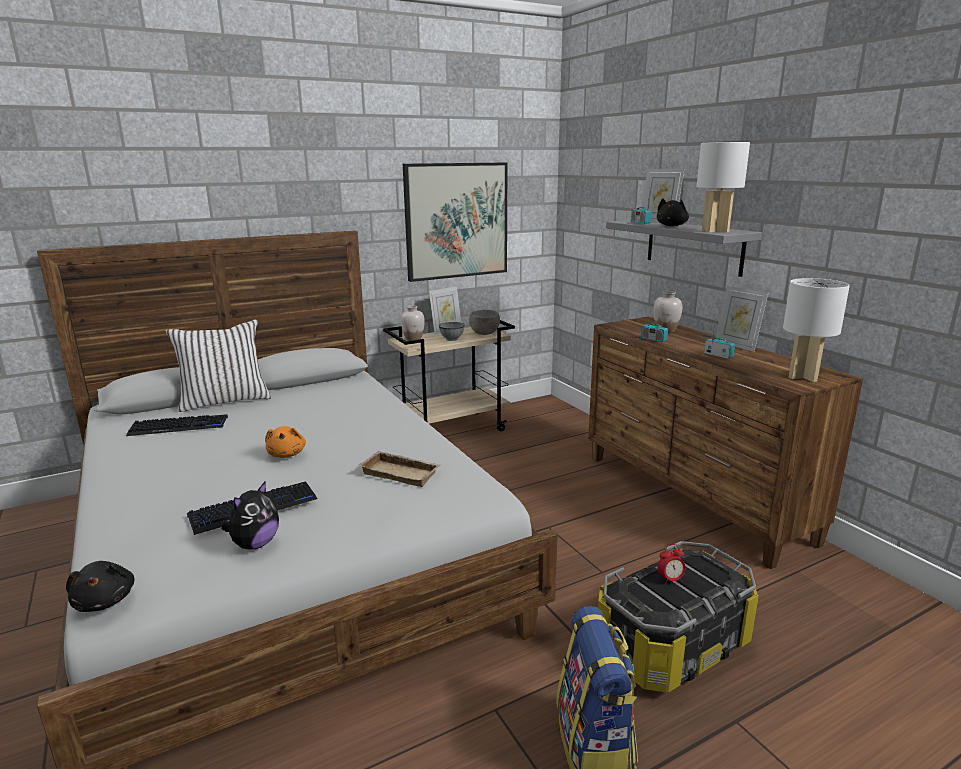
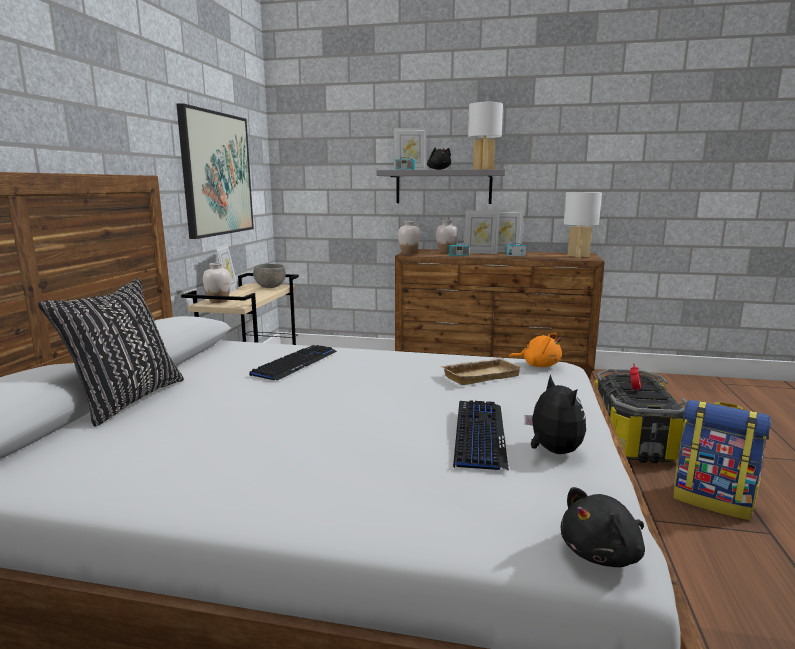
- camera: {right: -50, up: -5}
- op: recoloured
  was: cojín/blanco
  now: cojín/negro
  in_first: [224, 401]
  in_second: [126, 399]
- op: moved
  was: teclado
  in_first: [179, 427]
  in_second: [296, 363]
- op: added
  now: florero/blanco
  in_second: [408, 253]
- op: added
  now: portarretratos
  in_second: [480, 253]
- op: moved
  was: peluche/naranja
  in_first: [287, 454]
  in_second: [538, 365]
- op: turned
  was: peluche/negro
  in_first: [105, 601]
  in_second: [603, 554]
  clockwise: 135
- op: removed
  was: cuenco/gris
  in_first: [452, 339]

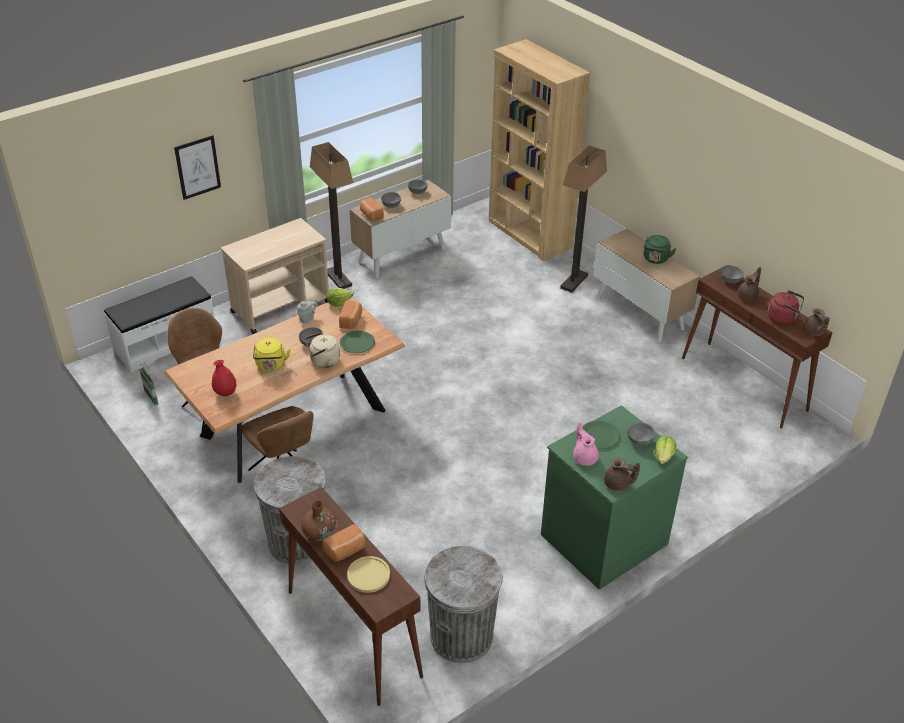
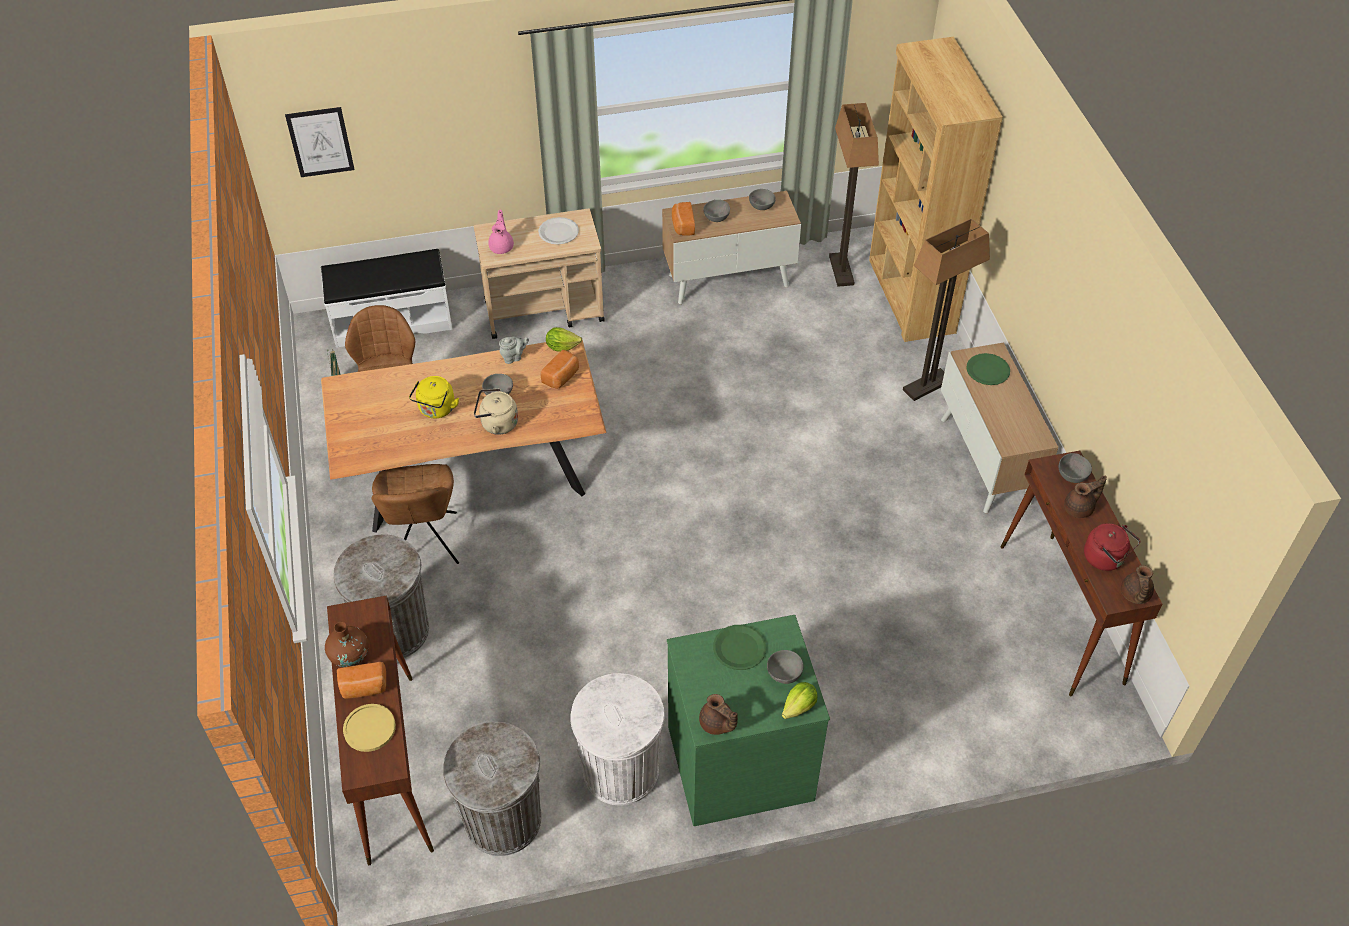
- camera: {right: 25, up: 10}
- op: moved
  was: cuadro
  in_first: [197, 167]
  in_second: [320, 142]
- op: moved
  was: tetera/rosa
  in_first: [584, 457]
  in_second: [502, 246]
- op: added
  now: plato/blanco
  in_second: [558, 232]
- op: added
  now: papelera/blanco
  in_second: [620, 770]
- op: moved
  was: lámpara de pie
  in_first: [338, 279]
  in_second: [841, 271]
- op: moved
  was: plato/verde
  in_first: [357, 343]
  in_second: [988, 370]
- op: removed
  was: florero/rojo
  in_first: [225, 392]
- op: removed
  was: hervidor/verde
  in_first: [655, 259]

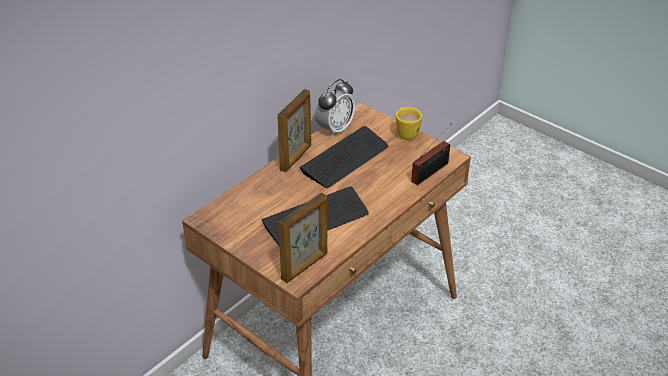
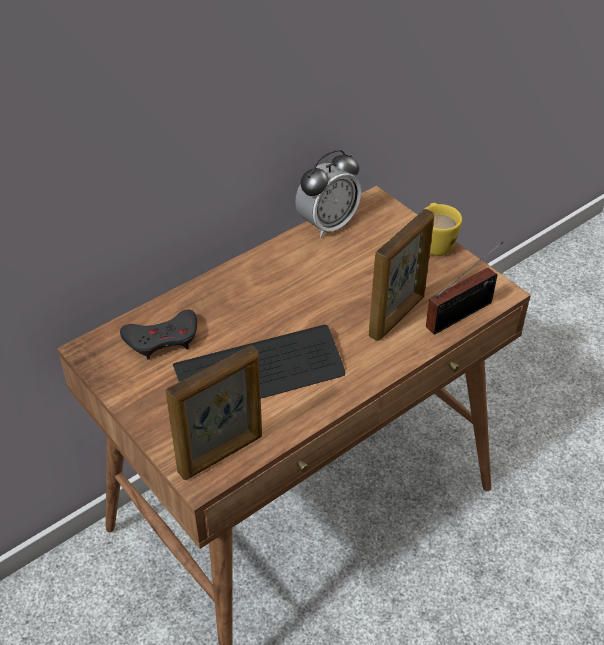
- camera: {right: 10, up: 5}
- op: added
  now: mando de consola/gris
  in_second: [162, 339]
- op: moved
  was: portarretratos
  in_first: [296, 157]
  in_second: [397, 316]
- op: removed
  was: teclado
  in_first: [345, 158]

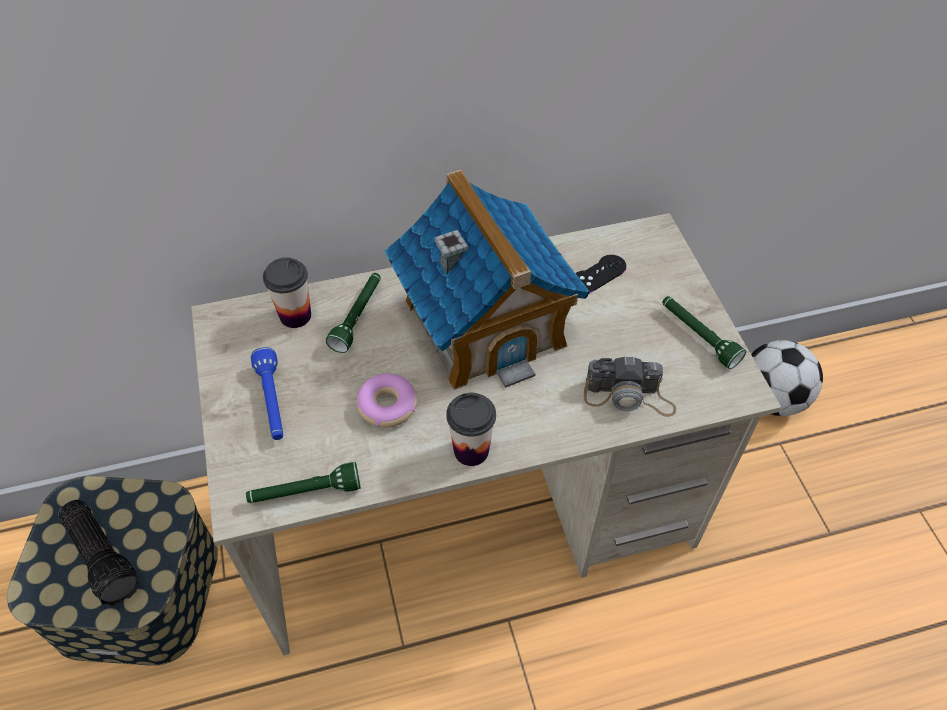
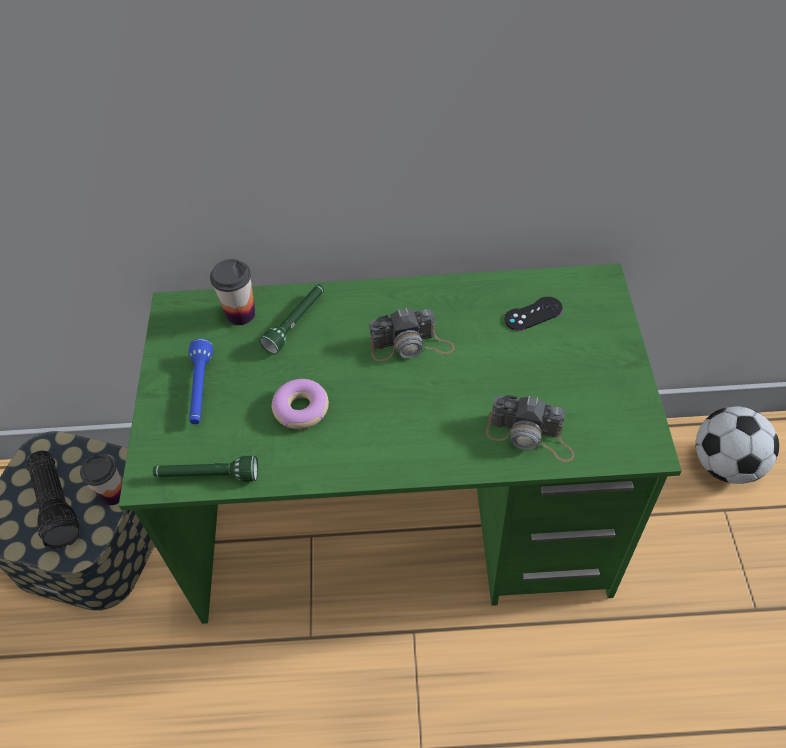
- camera: {right: 15, up: 0}
- op: moved
  was: taza
  in_first: [471, 450]
  in_second: [113, 494]
- op: recoloured
  was: escritorio/beis
  now: escritorio/verde
  in_first: [473, 513]
  in_second: [403, 526]
- op: replaced
  was: casita
  now: cámara
  in_first: [485, 323]
  in_second: [411, 345]
- op: removed
  was: linterna/verde
  in_first: [697, 336]

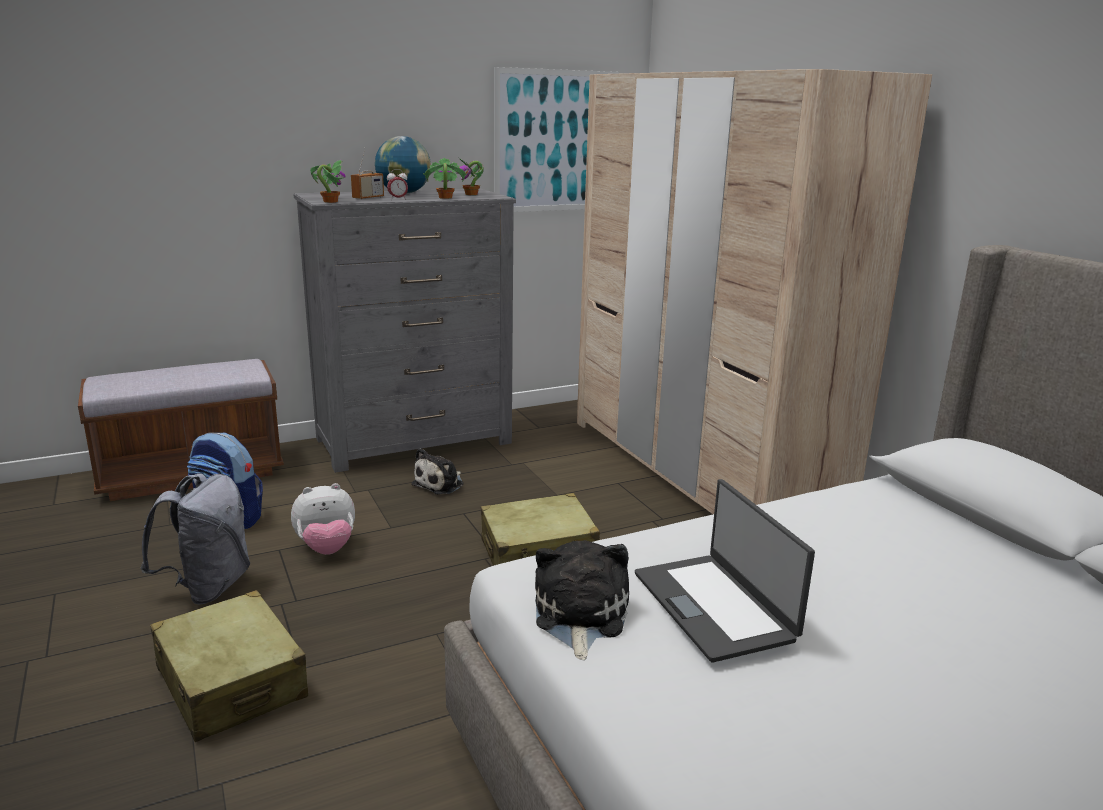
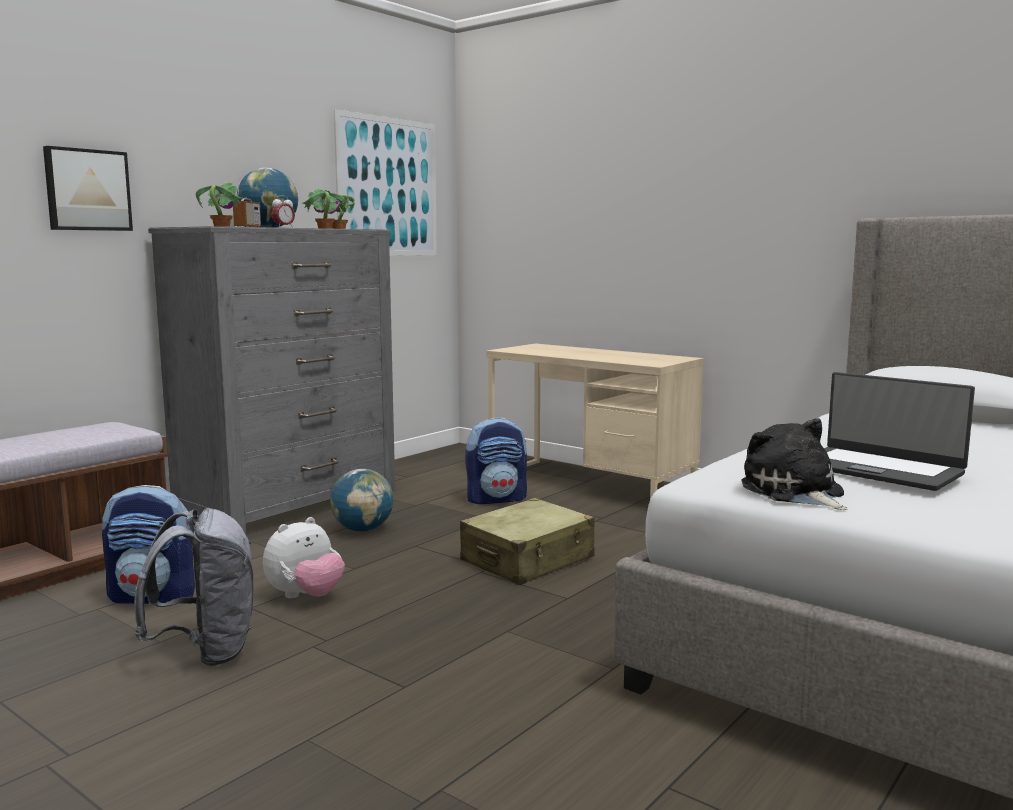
- camera: {right: -25, up: -10}
- op: added
  now: cuadro
  in_second: [87, 190]
- op: replaced
  was: peluche
  now: globo terráqueo
  in_first: [440, 484]
  in_second: [363, 530]
- op: added
  now: mochila
  in_second: [496, 499]
- op: replaced
  was: armario ropero/beis
  now: escritorio/beis
  in_first: [696, 471]
  in_second: [589, 484]
- op: removed
  was: maleta/beis
  in_first: [231, 683]

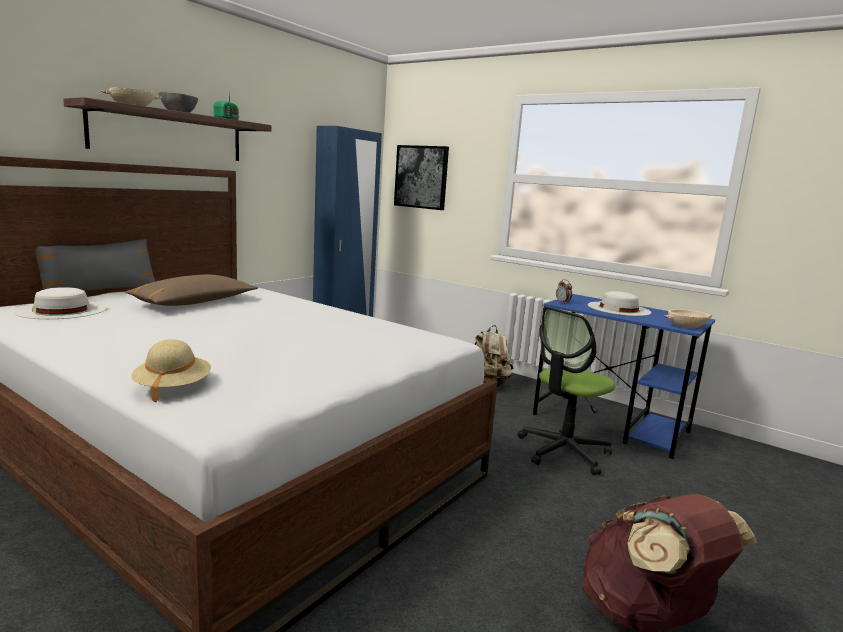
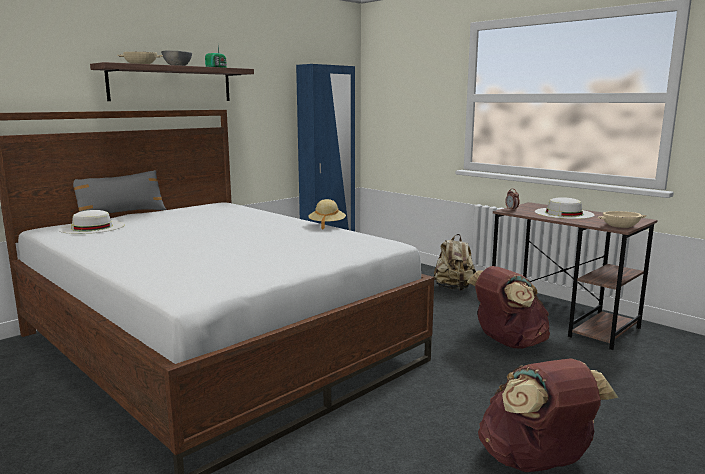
- camera: {right: 10, up: 0}
- op: moved
  was: sombrero/beis
  in_first: [172, 388]
  in_second: [327, 225]
- op: replaced
  was: silla de oficina
  now: mochila/marrón
  in_first: [563, 451]
  in_second: [507, 343]
- op: recoloured
  was: escritorio/azul
  now: escritorio/marrón
  in_first: [611, 423]
  in_second: [563, 320]
- op: removed
  was: cojín/marrón
  in_first: [194, 303]
- op: removed
  was: cuadro
  in_first: [421, 177]

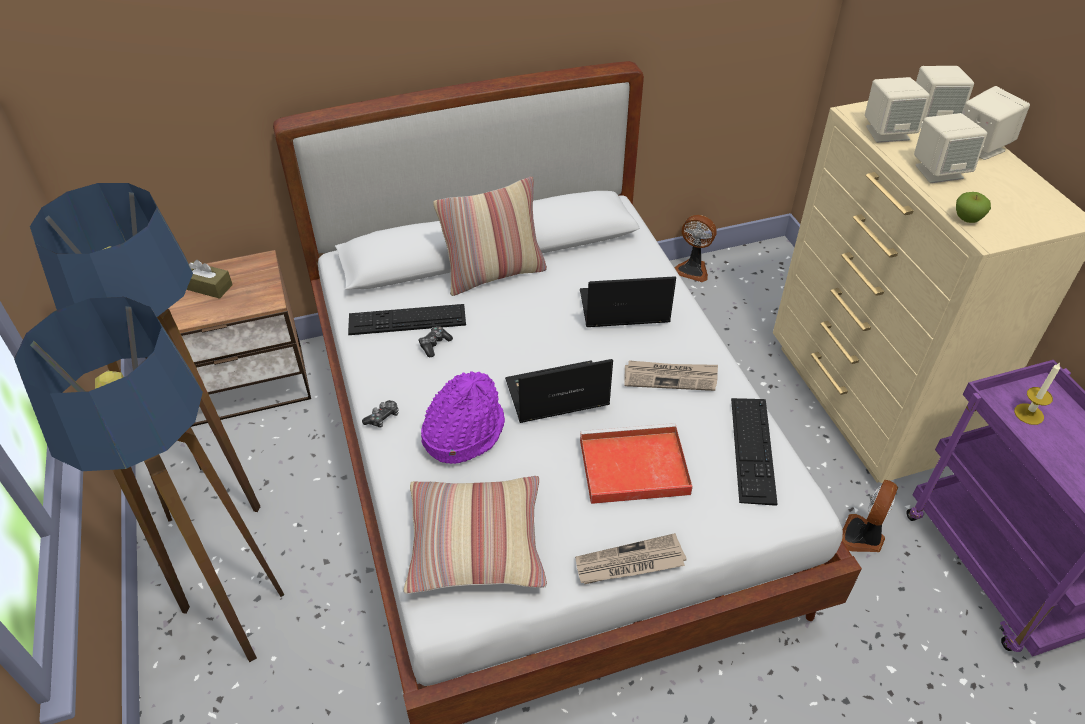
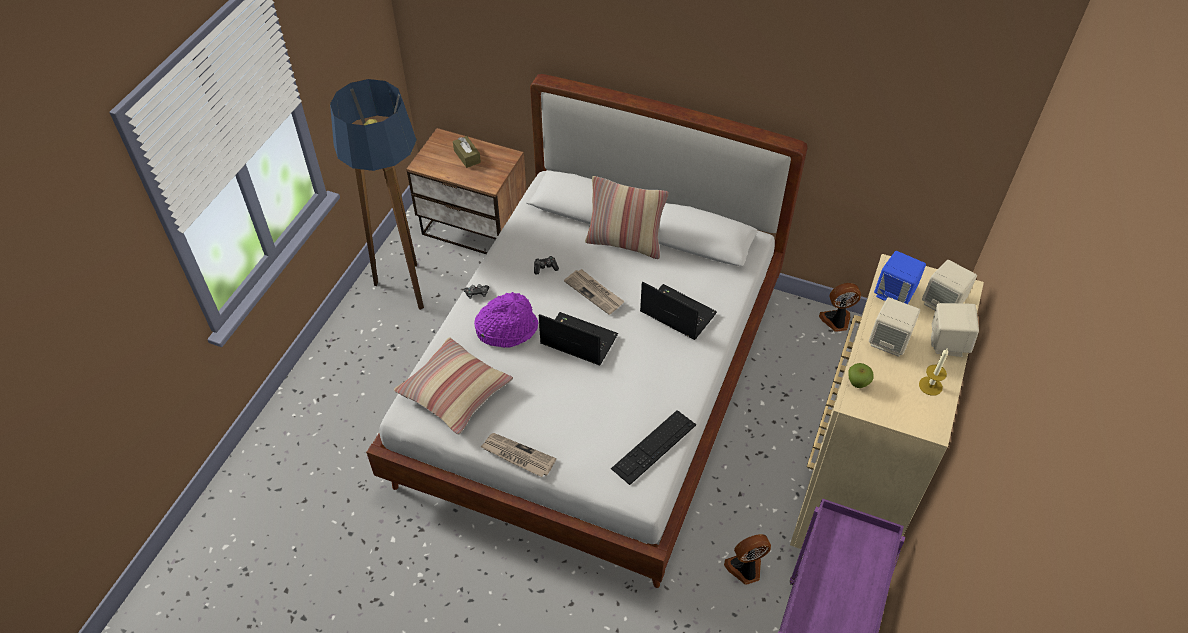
- camera: {right: 40, up: 5}
- op: moved
  was: periódico
  in_first: [670, 377]
  in_second: [594, 292]
- op: turned
  was: ventilador
  in_first: [692, 269]
  in_second: [836, 321]
  clockwise: 105
- op: recoloured
  was: altavoz/beis
  now: altavoz/azul
  in_first: [887, 132]
  in_second: [895, 294]
- op: moved
  was: vela
  in_first: [1029, 414]
  in_second: [930, 386]
- op: removed
  was: lámpara de pie
  in_first: [229, 618]
- op: removed
  was: teclado
  in_first: [407, 319]
- op: removed
  was: bandeja/rojo
  in_first: [631, 467]

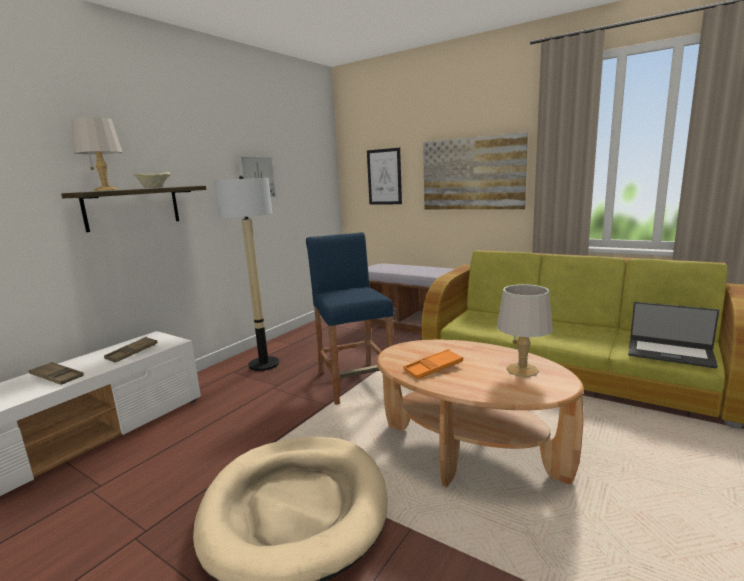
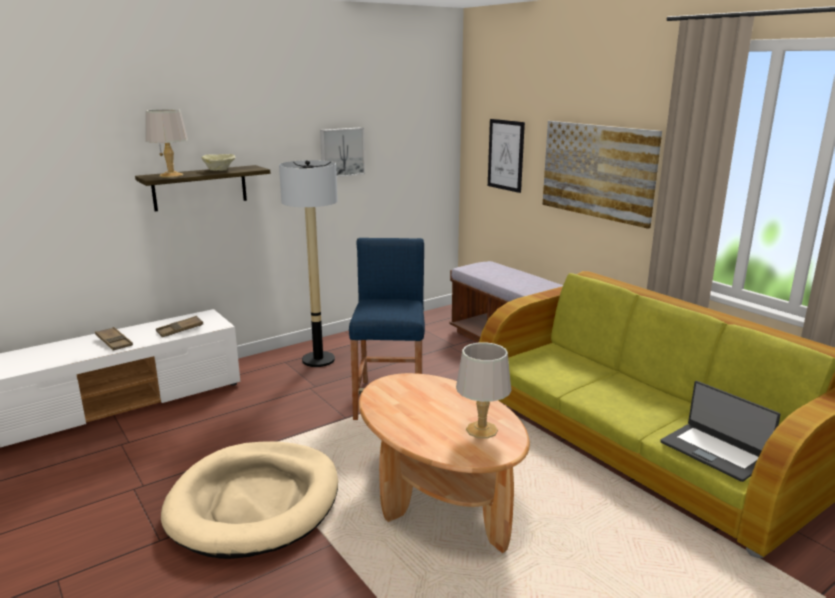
- camera: {right: 20, up: 5}
- op: removed
  was: bandeja/naranja
  in_first: [433, 368]

